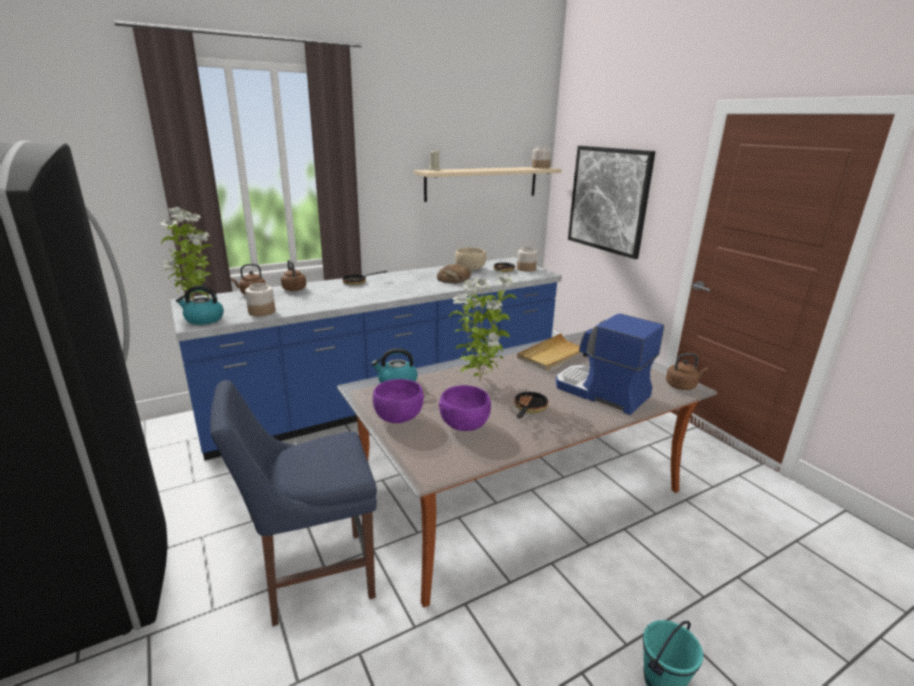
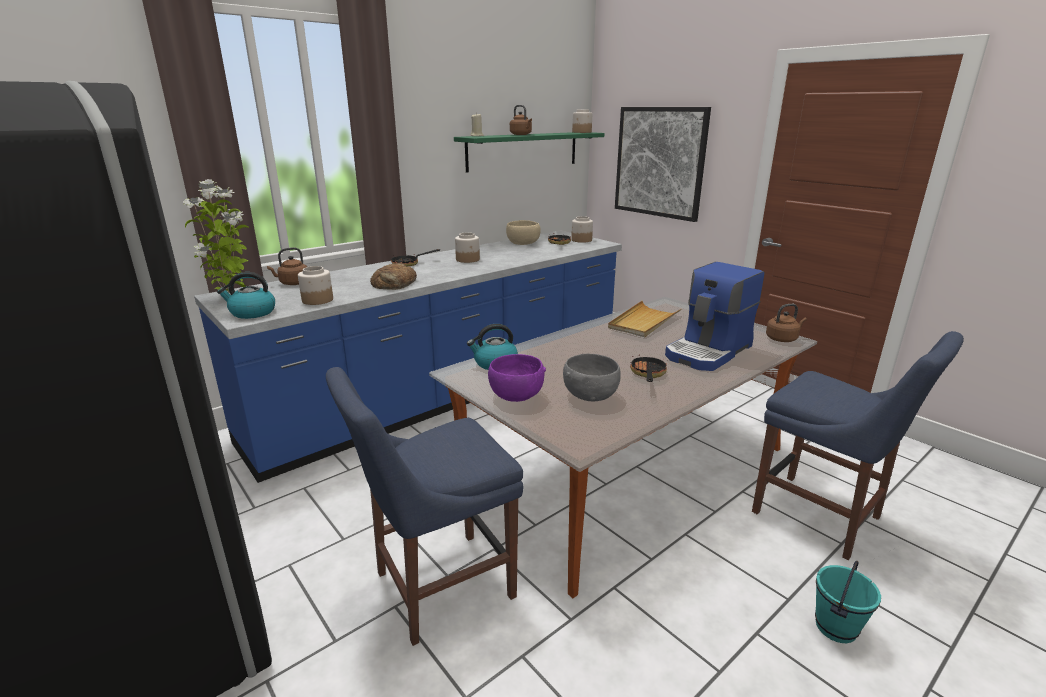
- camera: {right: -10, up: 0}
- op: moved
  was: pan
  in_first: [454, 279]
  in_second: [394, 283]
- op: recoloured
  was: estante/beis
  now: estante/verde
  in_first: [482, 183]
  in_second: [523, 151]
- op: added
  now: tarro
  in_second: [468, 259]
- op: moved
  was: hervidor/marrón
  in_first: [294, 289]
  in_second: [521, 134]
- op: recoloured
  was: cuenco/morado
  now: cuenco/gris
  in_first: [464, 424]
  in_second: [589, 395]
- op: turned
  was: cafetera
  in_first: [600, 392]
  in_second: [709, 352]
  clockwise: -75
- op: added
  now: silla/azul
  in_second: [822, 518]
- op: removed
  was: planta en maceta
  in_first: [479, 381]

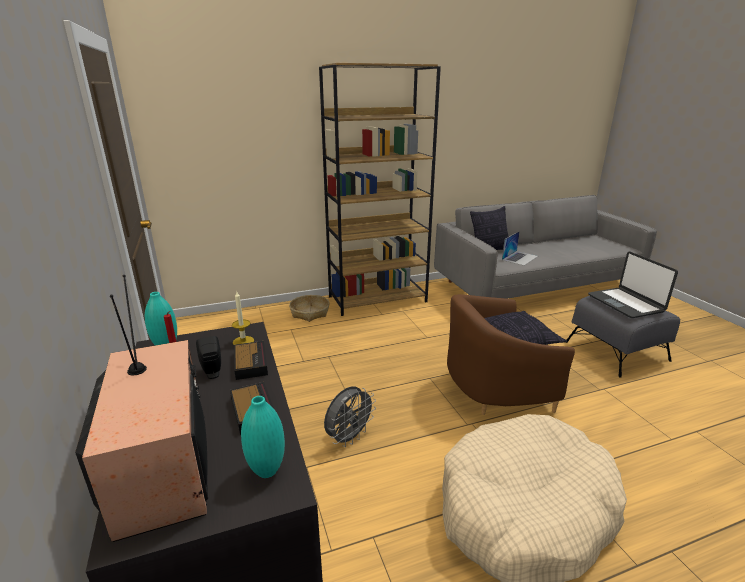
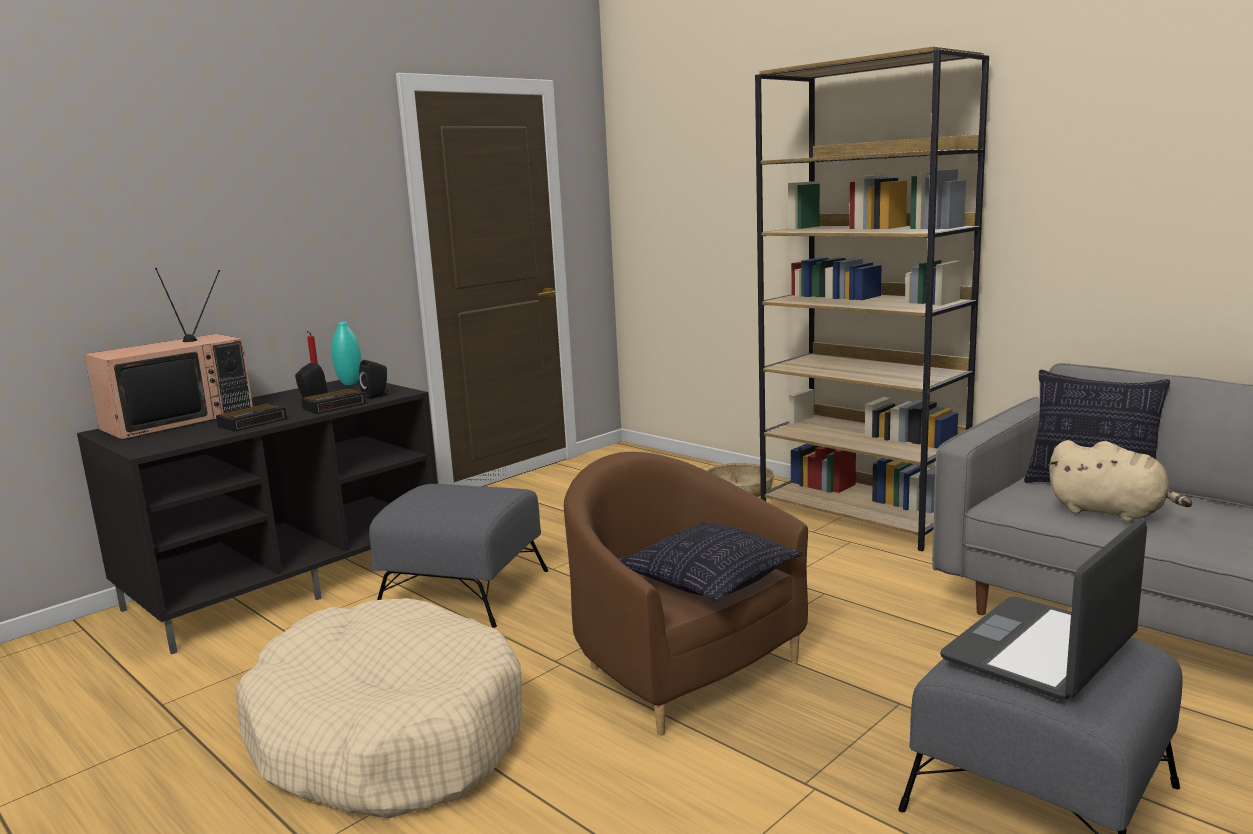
- camera: {right: 65, up: -10}
- op: replaced
  was: vela
  now: altavoz/negro
  in_first: [243, 341]
  in_second: [377, 396]
- op: replaced
  was: ventilador/gris
  now: puf/gris
  in_first: [349, 437]
  in_second: [465, 591]
- op: replaced
  was: portátil
  now: peluche/beis
  in_first: [520, 258]
  in_second: [1111, 512]
- op: removed
  was: florero/turquesa
  in_first: [267, 470]

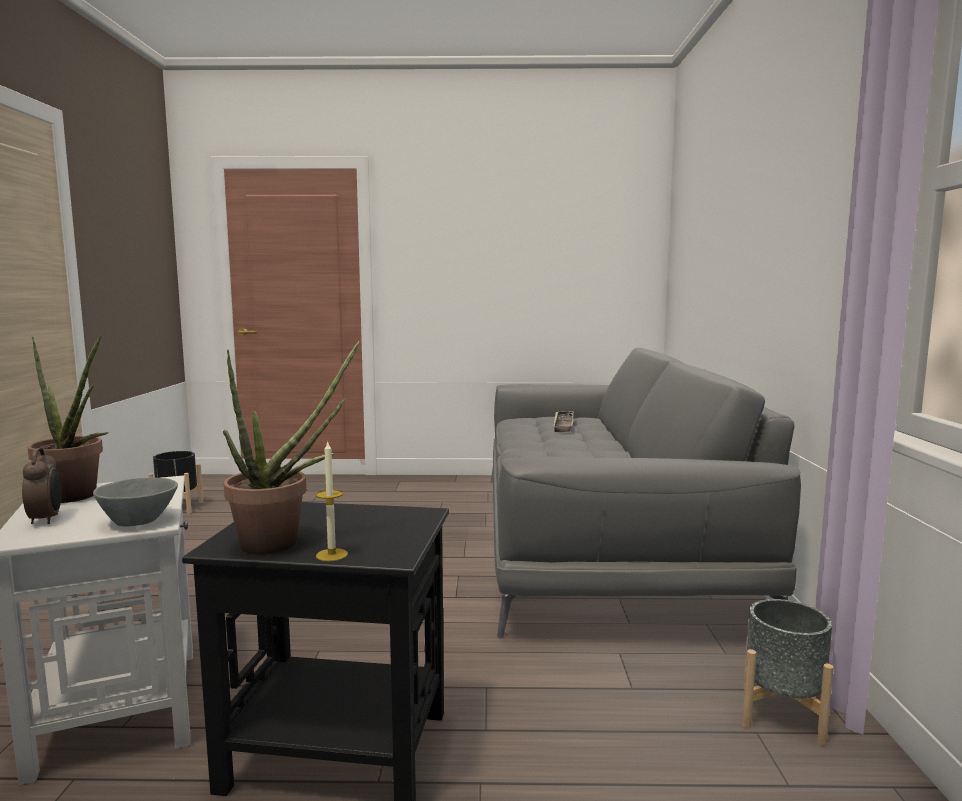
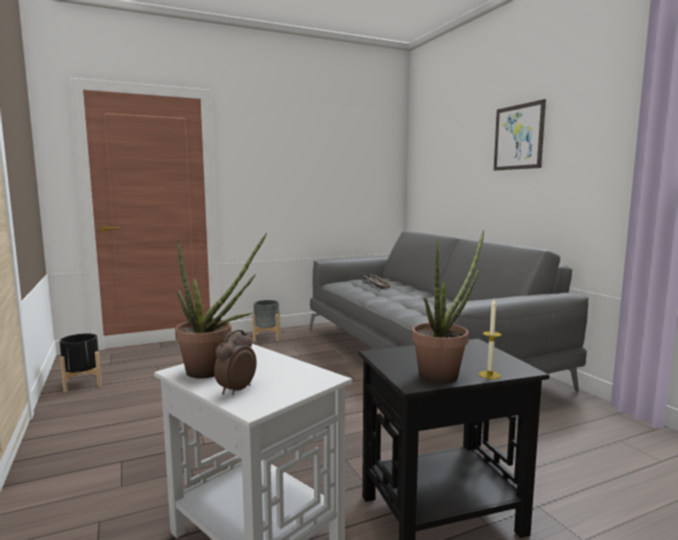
- camera: {right: -25, up: 0}
- op: turned
  was: despertador
  in_first: [46, 519]
  in_second: [235, 390]
  clockwise: -105
- op: moved
  was: maceta/gris
  in_first: [782, 714]
  in_second: [267, 337]
- op: added
  now: cuadro
  in_second: [518, 137]
- op: removed
  was: cuenco/gris
  in_first: [140, 521]

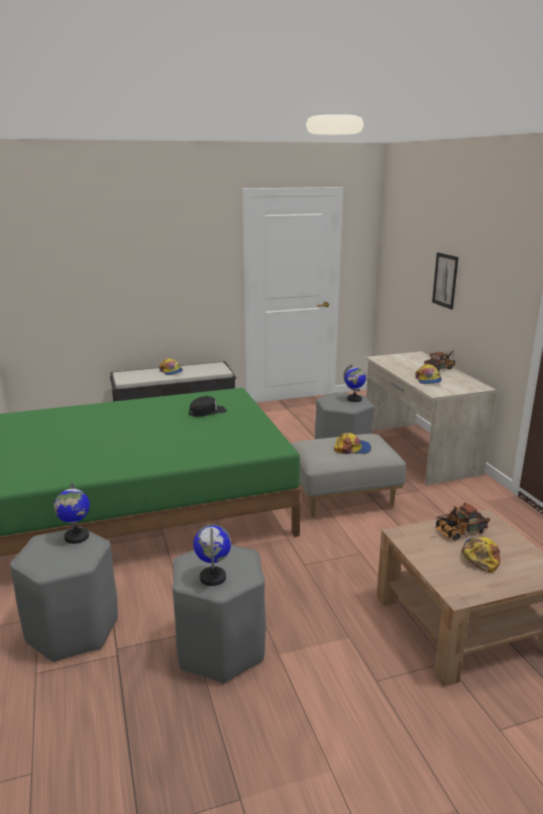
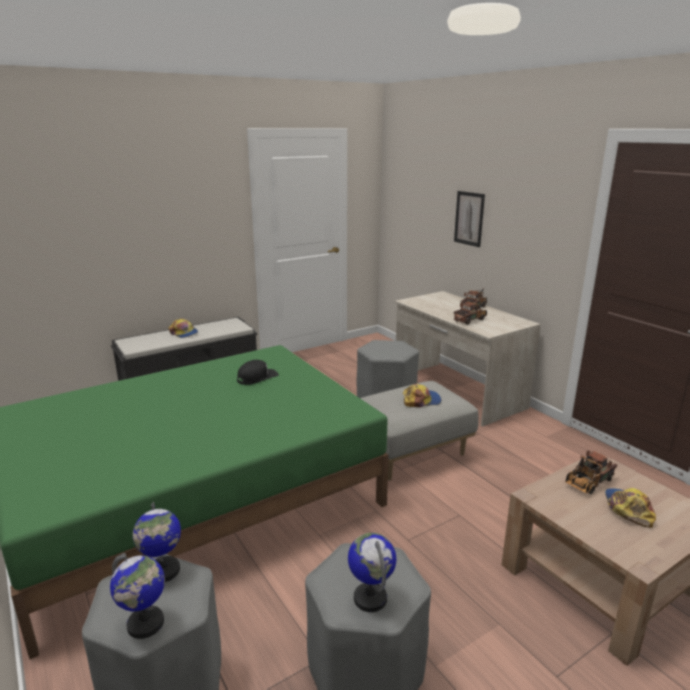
- camera: {right: -15, up: 0}
- op: moved
  was: globo terráqueo
  in_first: [354, 399]
  in_second: [145, 624]
- op: replaced
  was: gorra
  now: camión de juguete
  in_first: [428, 380]
  in_second: [471, 319]

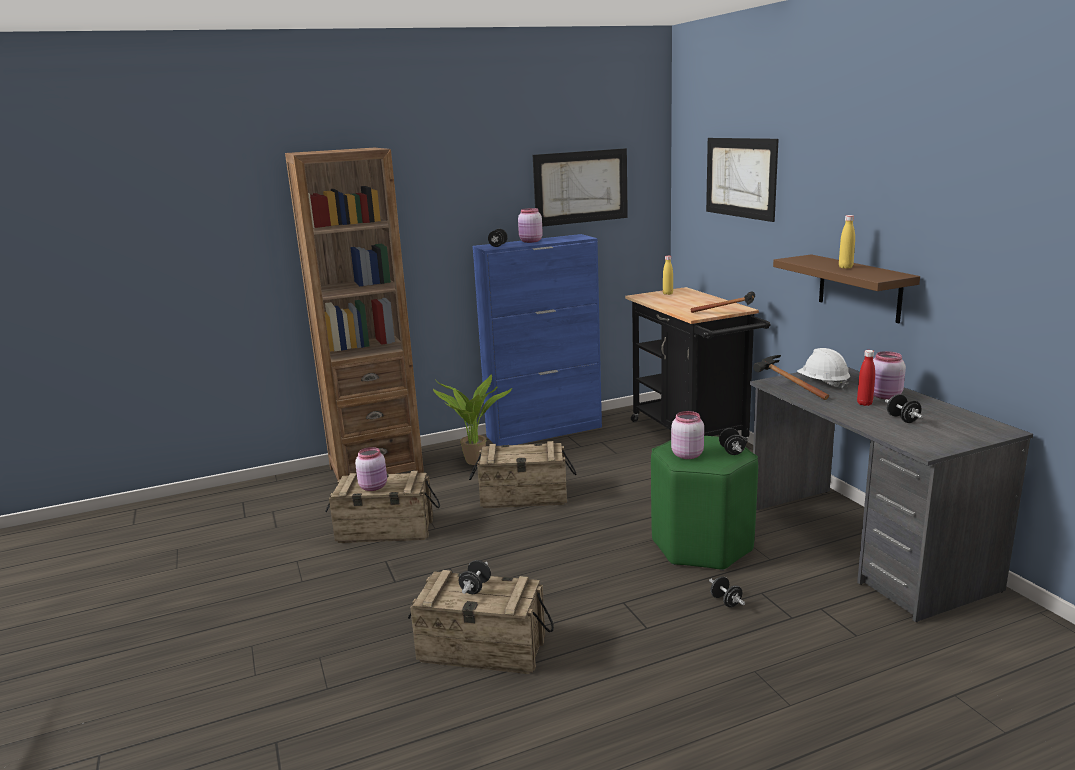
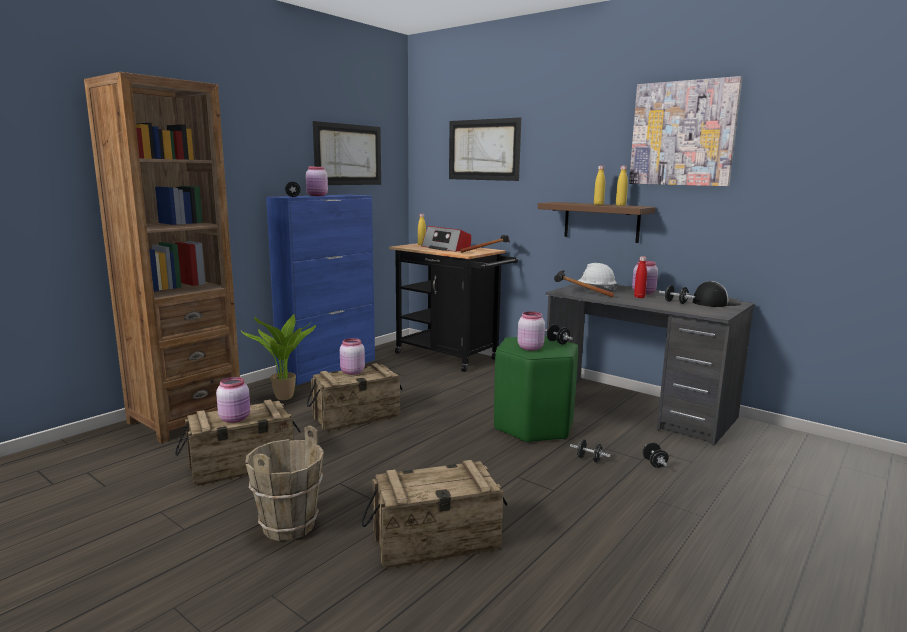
- camera: {right: -30, up: -5}
- op: added
  now: cubo/marrón
  in_second: [288, 526]
- op: added
  now: tarro/rosa
  in_second: [351, 372]
- op: added
  now: radio
  in_second: [446, 248]
- op: added
  now: botella/amarillo
  in_second: [620, 205]
- op: added
  now: cuadro
  in_second: [682, 134]
- op: moved
  was: mancuerna/negro
  in_first: [475, 588]
  in_second: [654, 463]
- op: added
  now: gorra
  in_second: [715, 303]

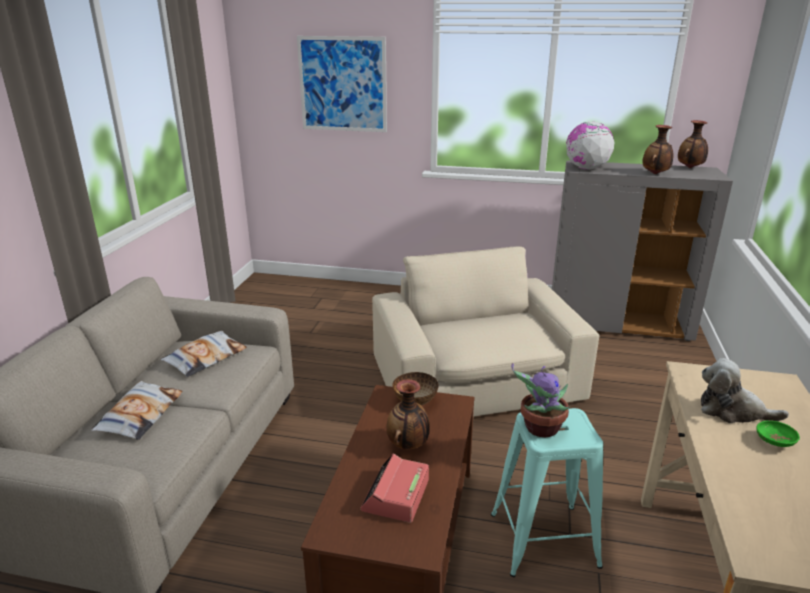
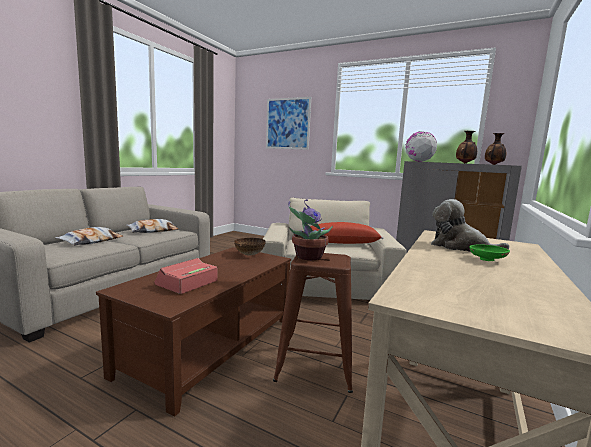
- camera: {right: 15, up: -15}
- op: recoloured
  was: taburete/turquesa
  now: taburete/marrón
  in_first: [543, 540]
  in_second: [315, 366]
- op: added
  now: cojín/rojo
  in_second: [342, 242]
- op: removed
  was: florero
  in_first: [408, 445]

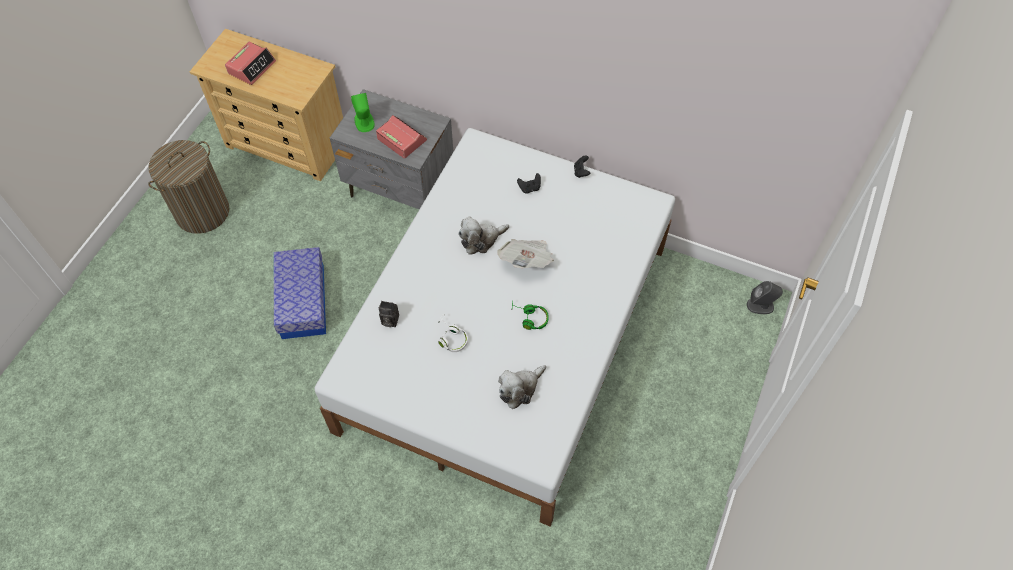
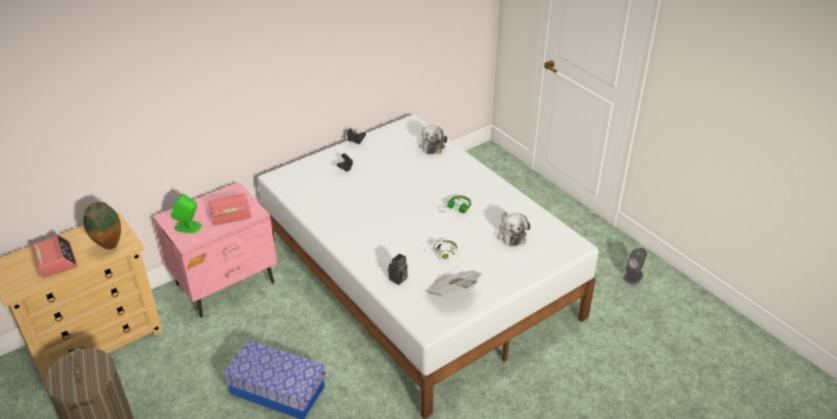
- camera: {right: -60, up: -20}
- op: added
  now: florero
  in_second: [110, 248]
- op: recoloured
  was: mesita de noche/gris
  now: mesita de noche/rosa
  in_first: [400, 189]
  in_second: [226, 283]
- op: moved
  was: peluche
  in_first: [481, 240]
  in_second: [432, 145]
- op: moved
  was: periódico
  in_first: [527, 261]
  in_second: [452, 293]
- op: moved
  was: altavoz/gris
  in_first: [760, 306]
  in_second: [633, 276]

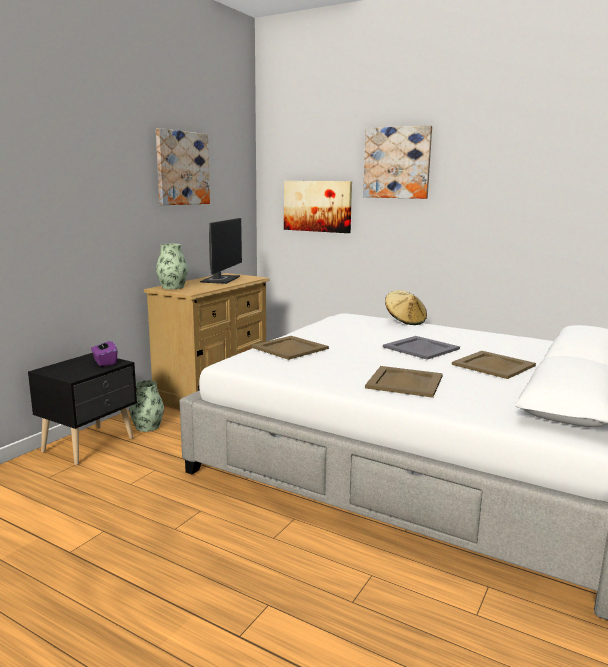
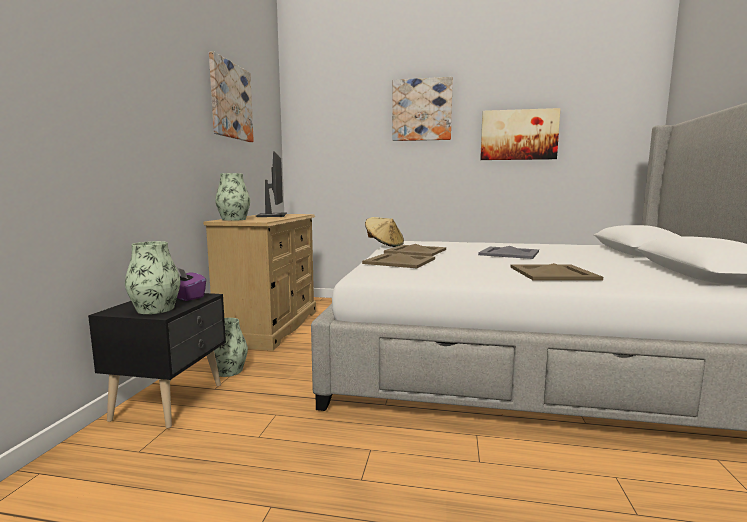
- camera: {right: -20, up: -5}
- op: added
  now: florero
  in_second: [155, 309]
- op: moved
  was: sombrero/beis
  in_first: [405, 321]
  in_second: [384, 245]
- op: moved
  was: bandeja/beis
  in_first: [492, 365]
  in_second: [415, 251]
- op: moved
  was: cuadro
  in_first: [317, 206]
  in_second: [518, 135]

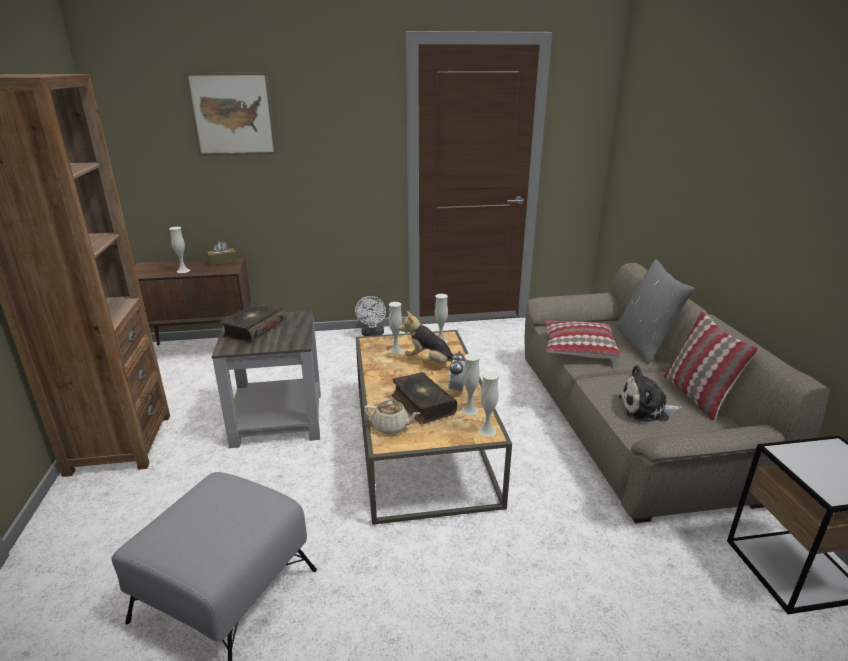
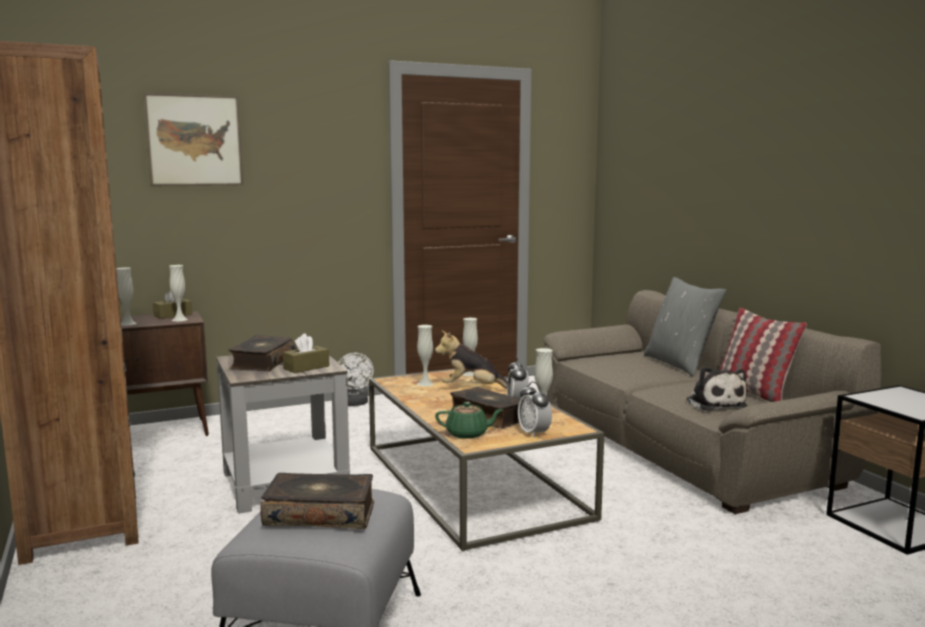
- camera: {right: -15, up: -15}
- op: moved
  was: florero/blanco
  in_first: [487, 431]
  in_second: [179, 319]
- op: added
  now: libro
  in_second: [320, 514]
- op: added
  now: caja de pañuelos/marrón
  in_second: [306, 367]
- op: recoloured
  was: tetera/beis
  now: tetera/verde
  in_first: [391, 427]
  in_second: [468, 434]
- op: added
  now: despertador
  in_second: [534, 433]
- op: turned
  was: peluche
  in_first: [646, 409]
  in_second: [714, 403]
  clockwise: -90
- op: removed
  was: cojín
  in_first: [578, 348]

